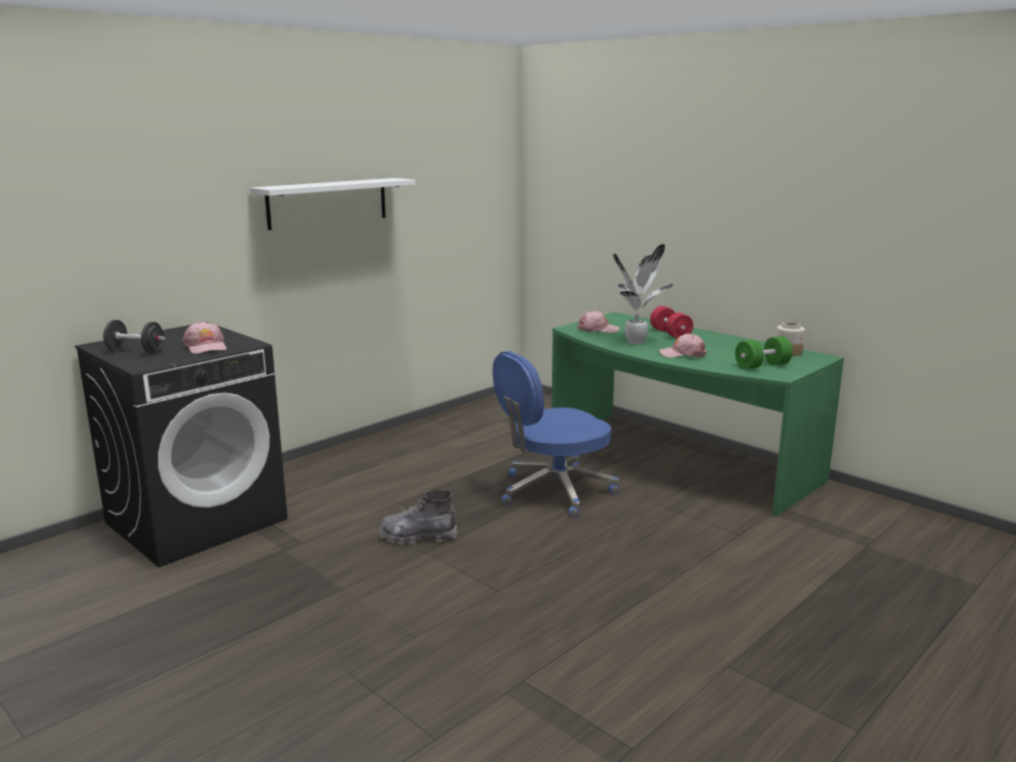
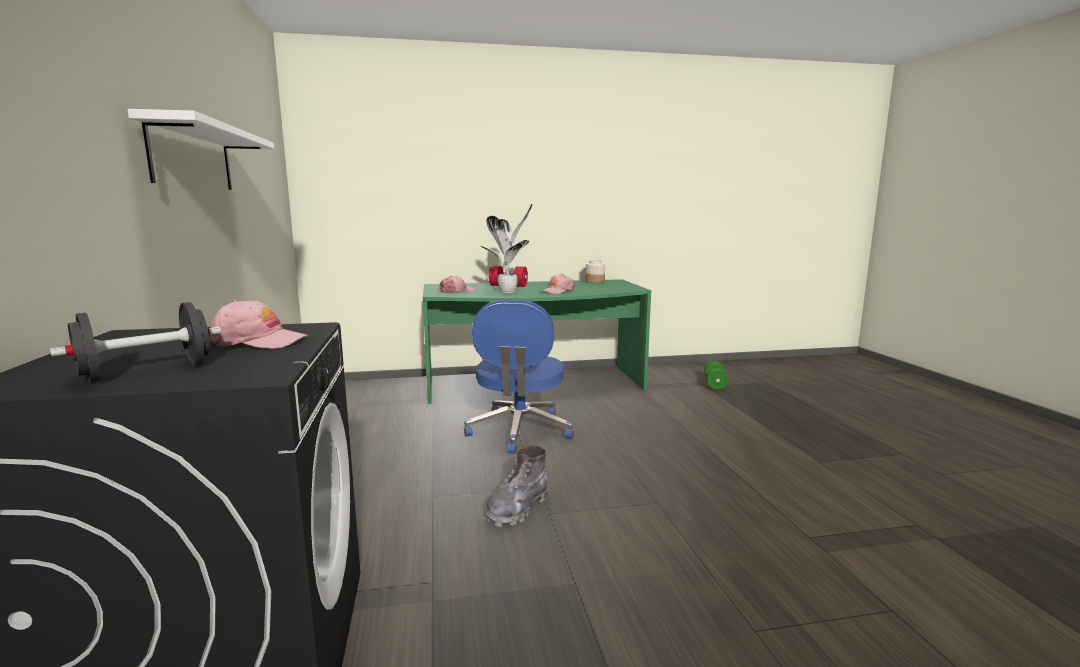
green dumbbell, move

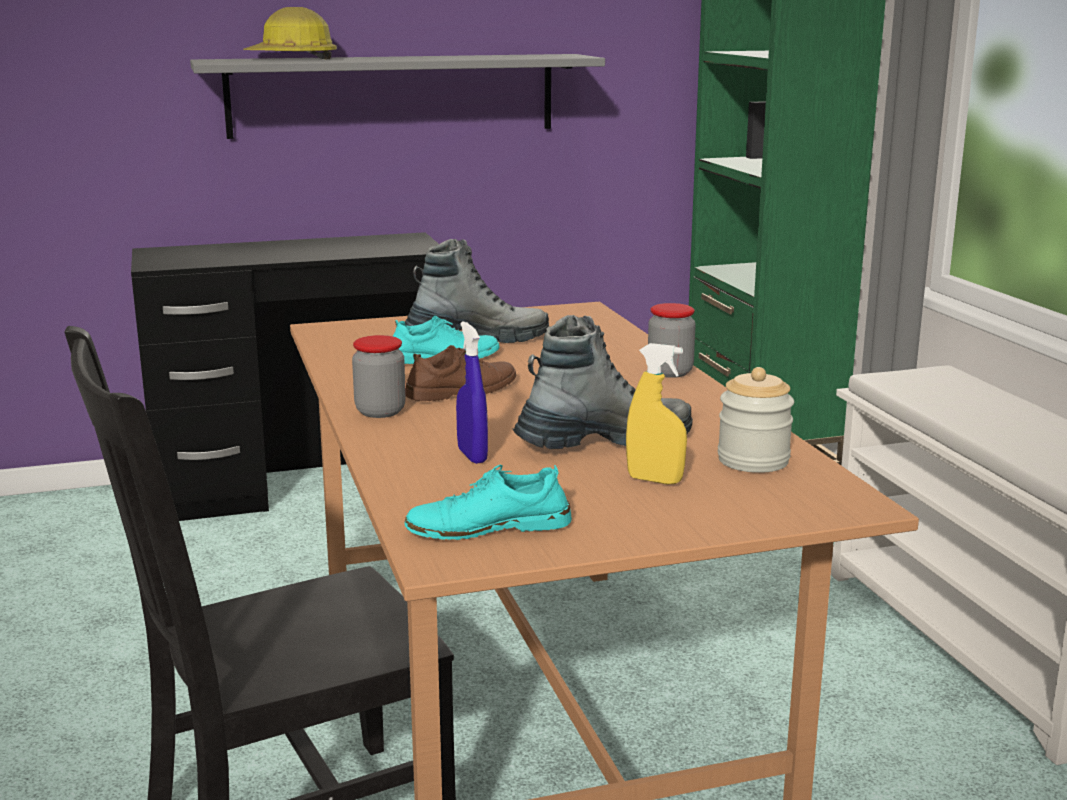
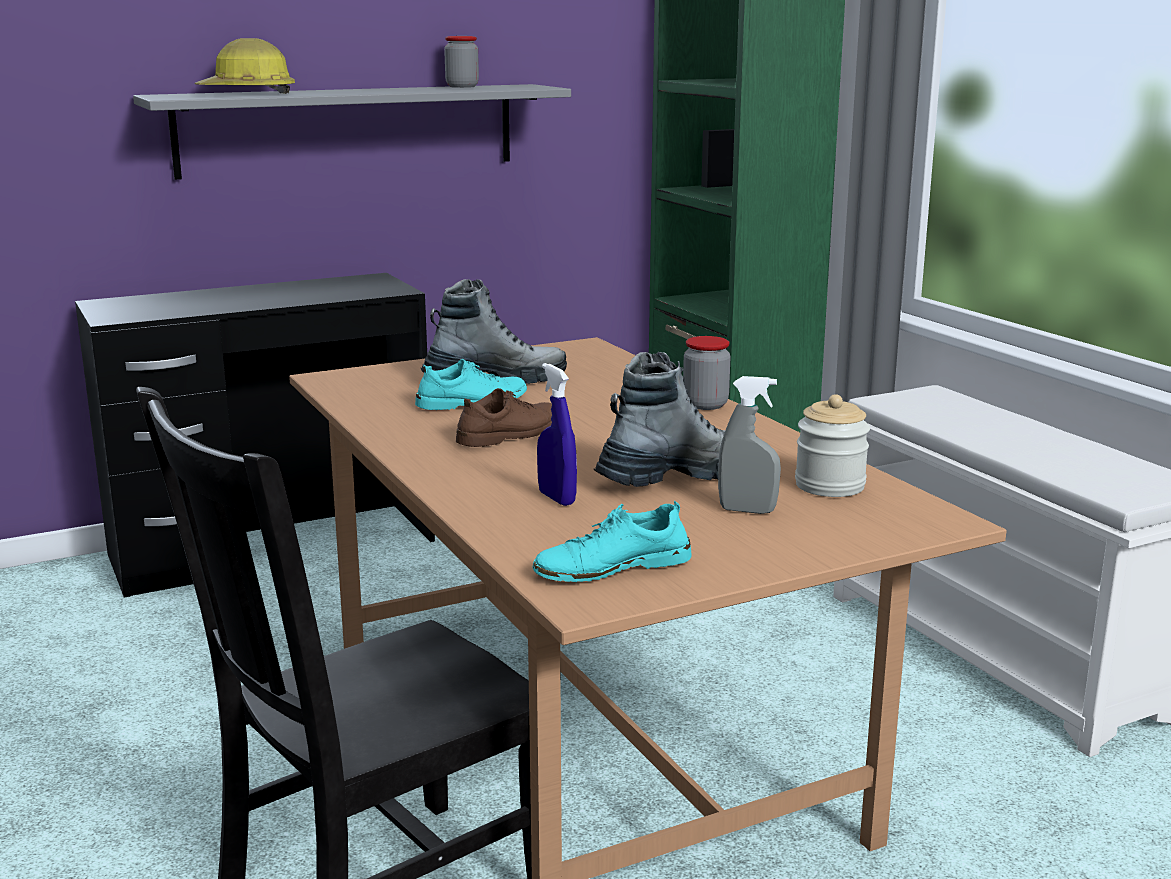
jar (1st from left), move
yellow spray bottle => grey spray bottle

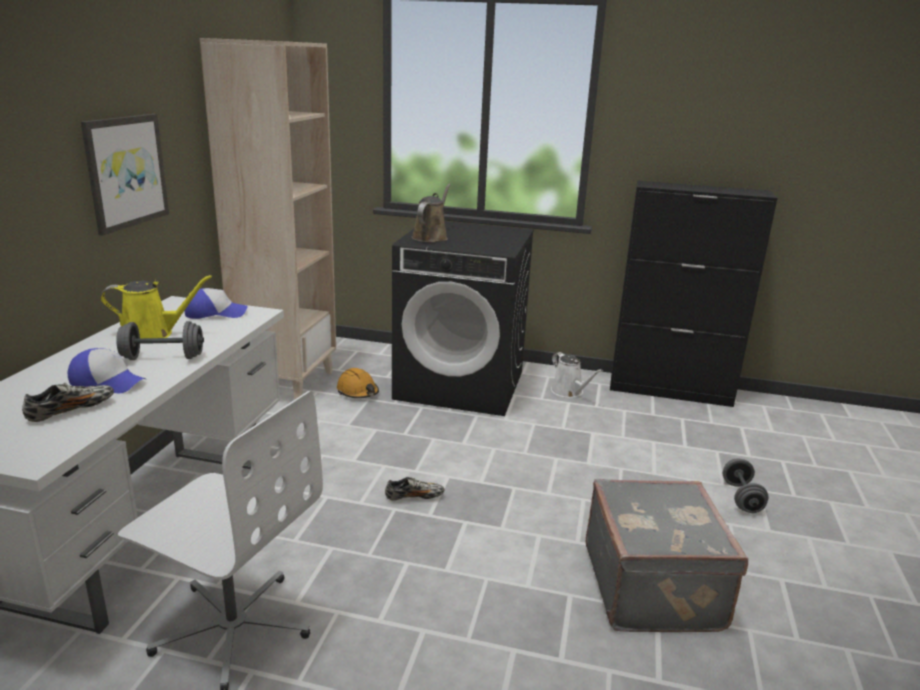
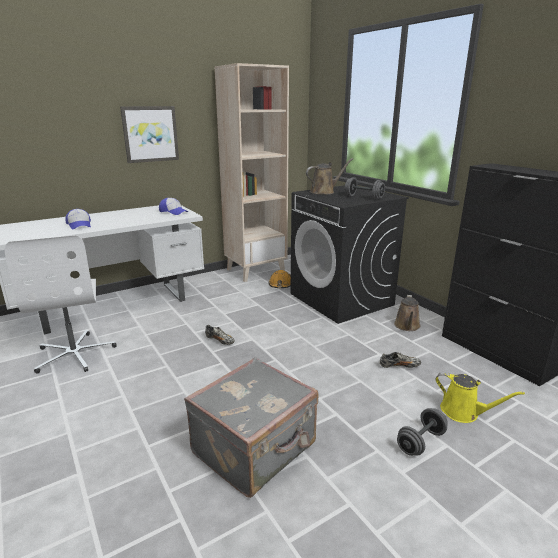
yellow watering can, move
grey dumbbell (1st from left), move
white watering can => brown watering can (2nd from left)
shoe (1st from left in the first image) => shoe (2nd from left), move

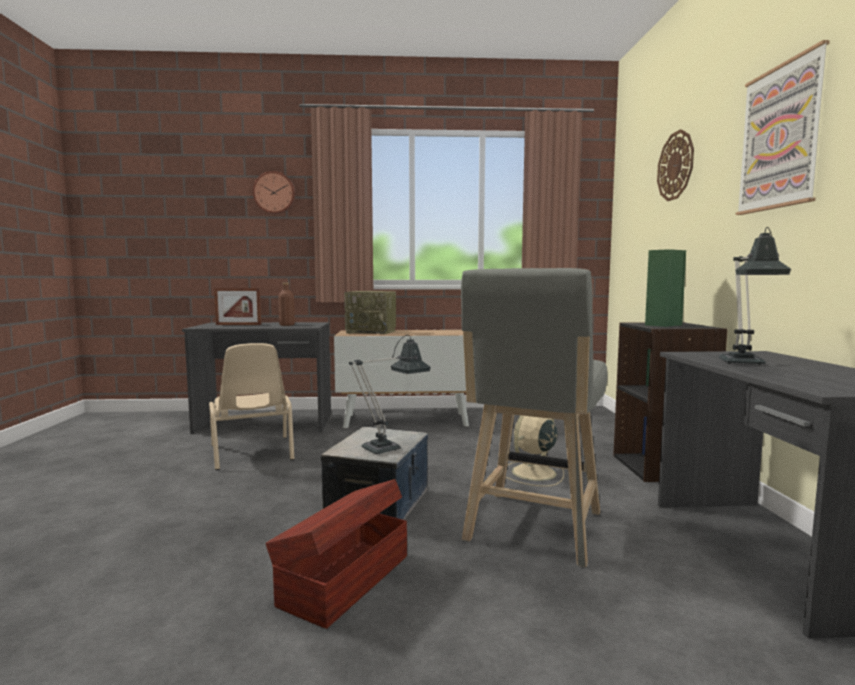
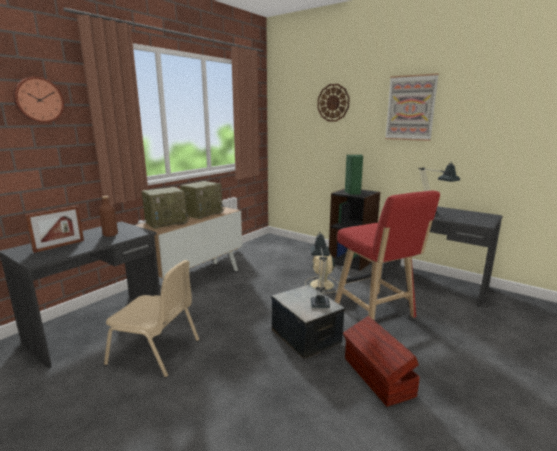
grey stool => red stool
nothing => radio (2nd from left)

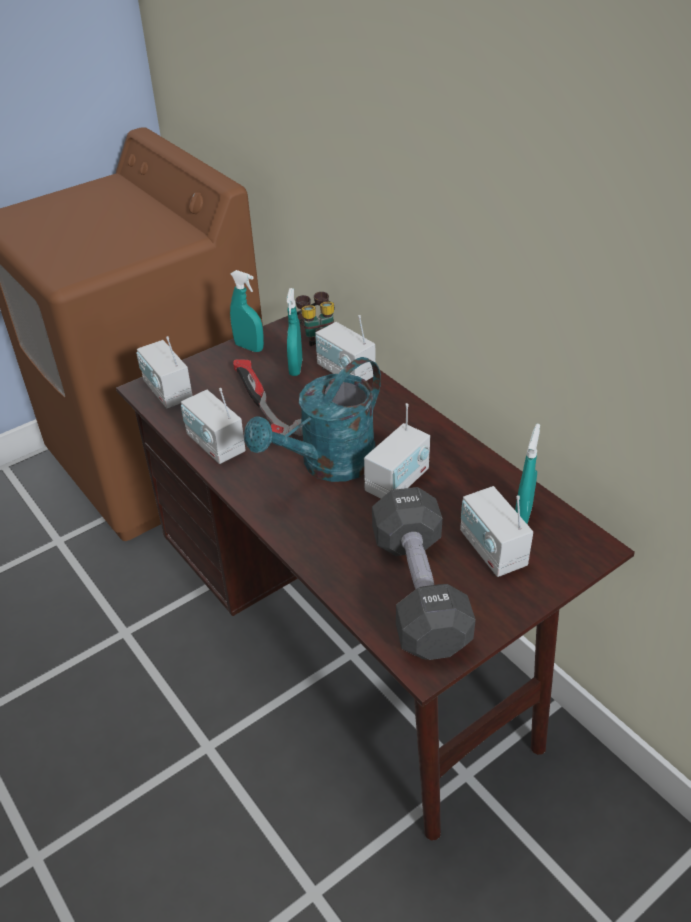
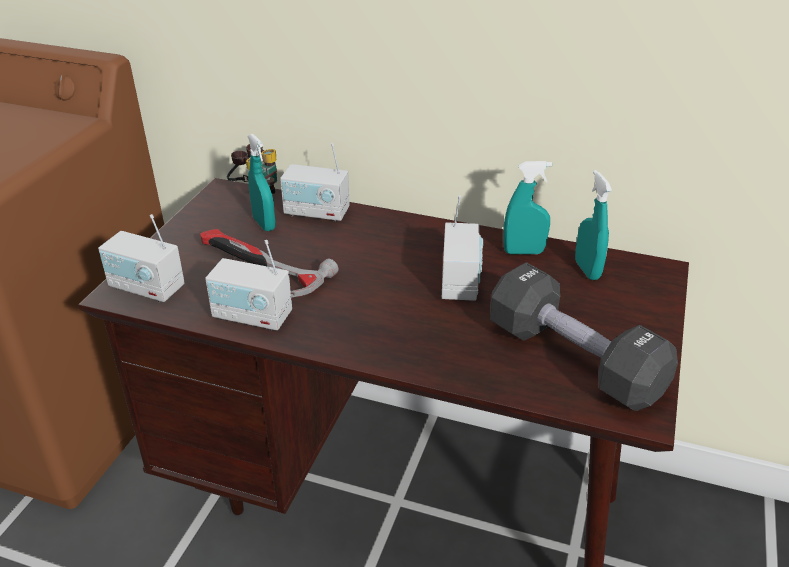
turquoise spray bottle (1st from left in the first image) => turquoise spray bottle (2nd from left), move
turquoise watering can => nothing
radio (5th from left) => nothing

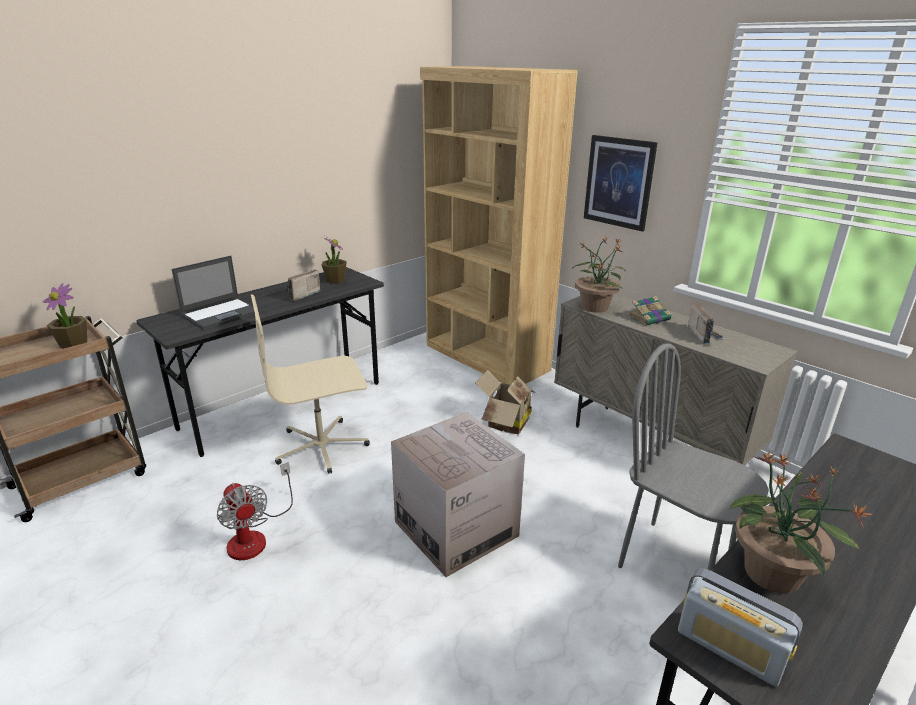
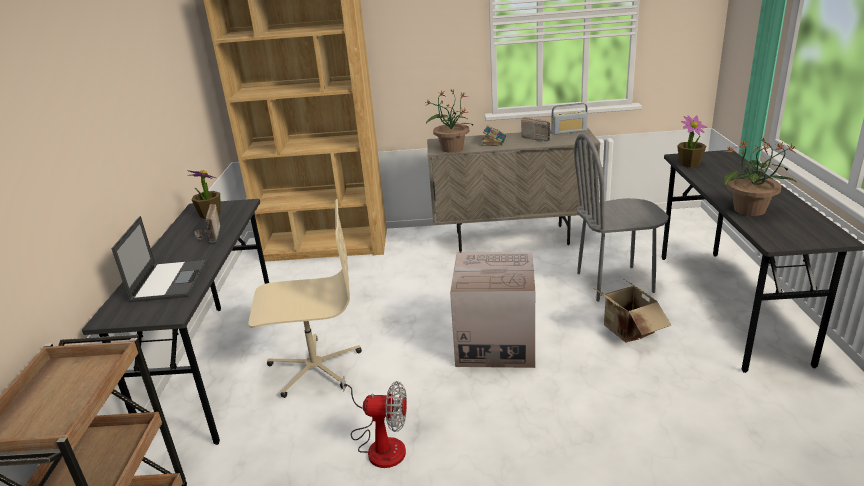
picture => nothing
potted plant (1st from left in the first image) => potted plant (3rd from left), move
beige office chair, 120 degrees counterclockwise
cardboard box (2nd from left), move
radio (3rd from left), move

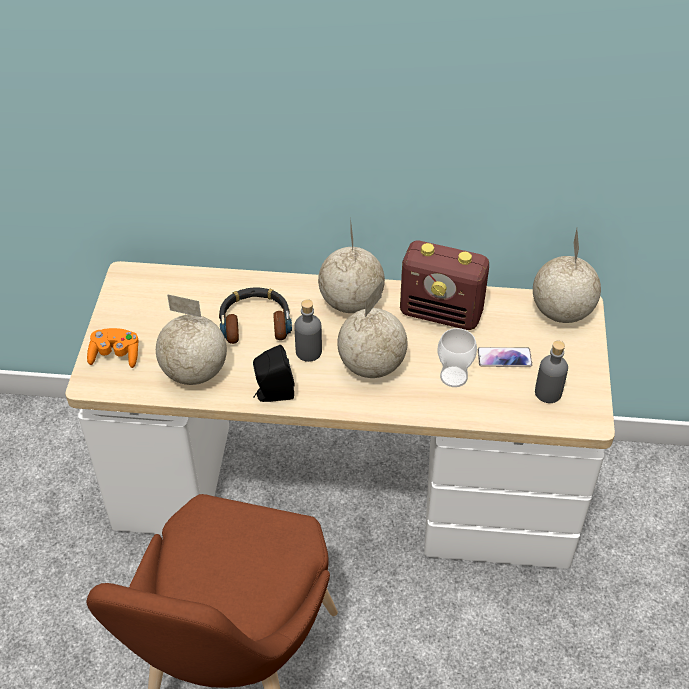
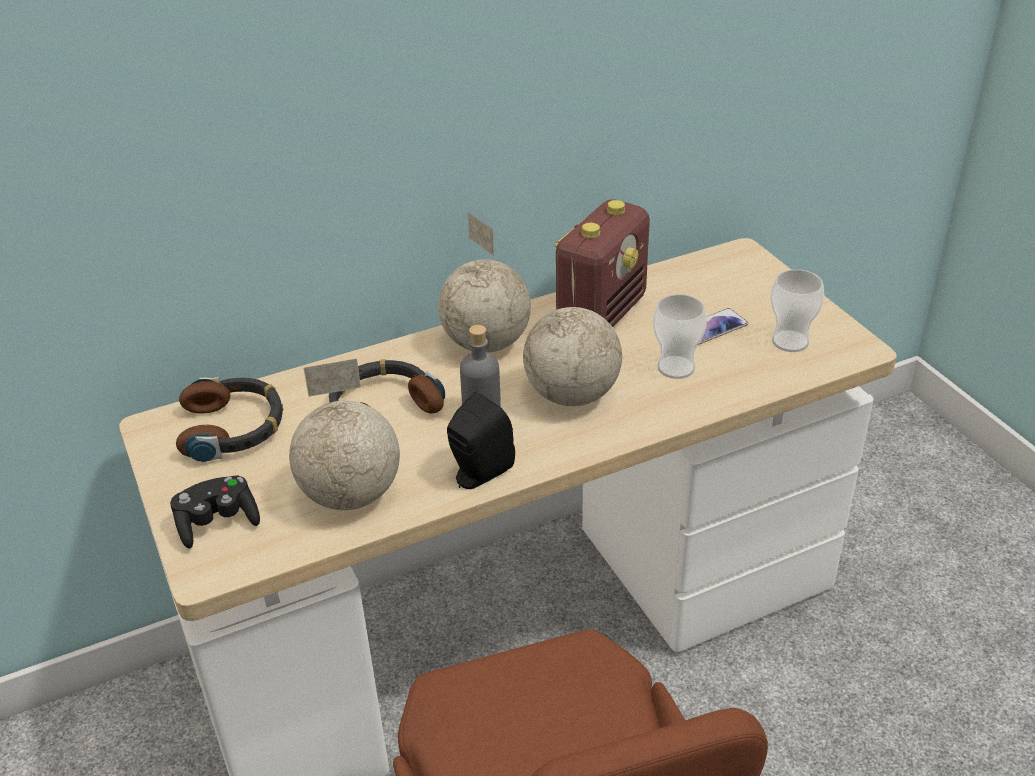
globe (4th from left) => nothing
radio, 45 degrees counterclockwise
orange game controller => black game controller
grey bottle (2nd from left) => cup (2nd from left)
nothing => headphones (1st from left)

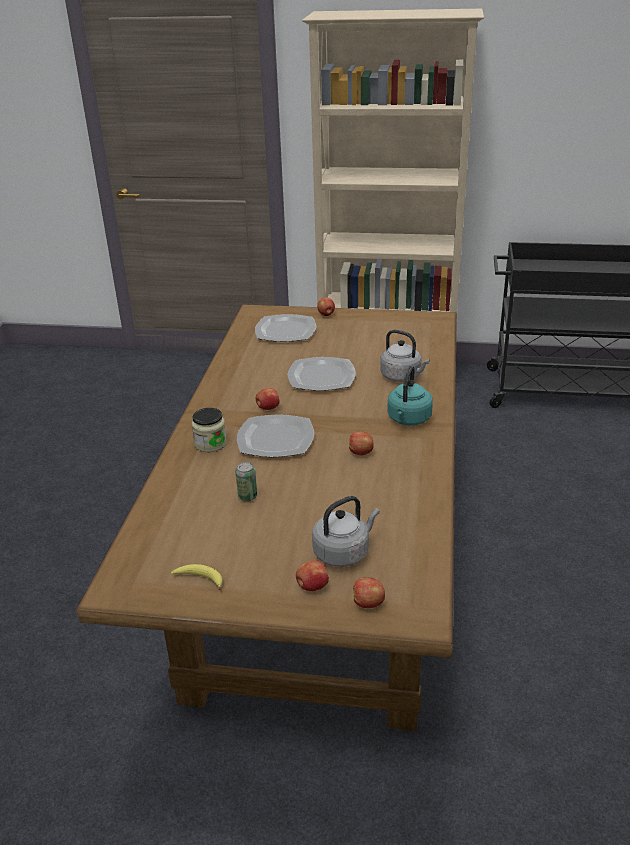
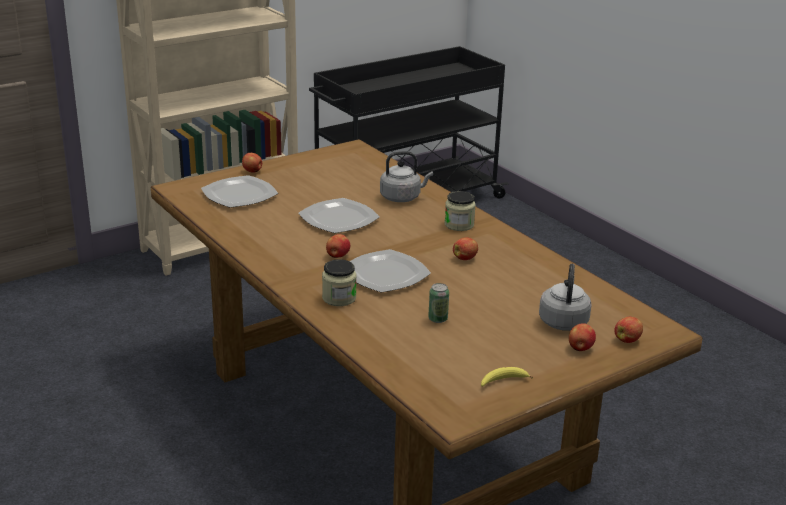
turquoise kettle => jar (2nd from left)

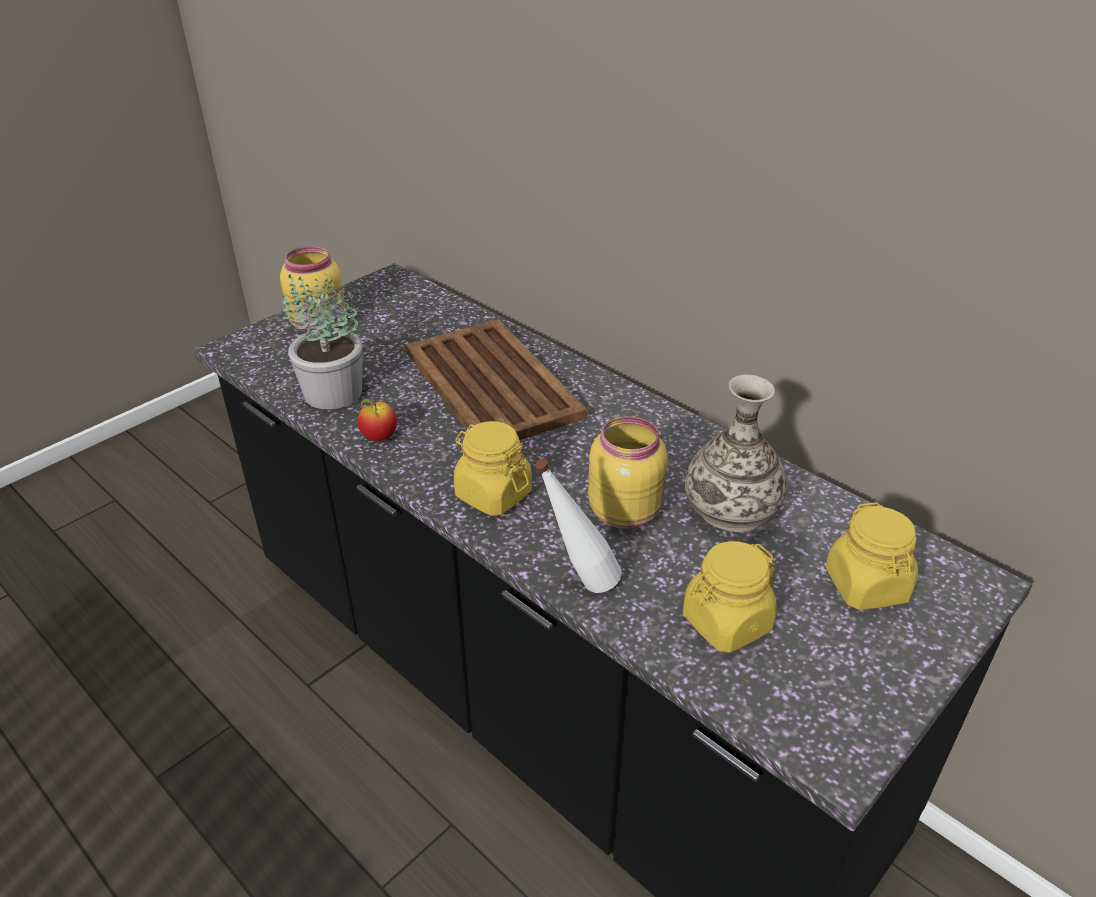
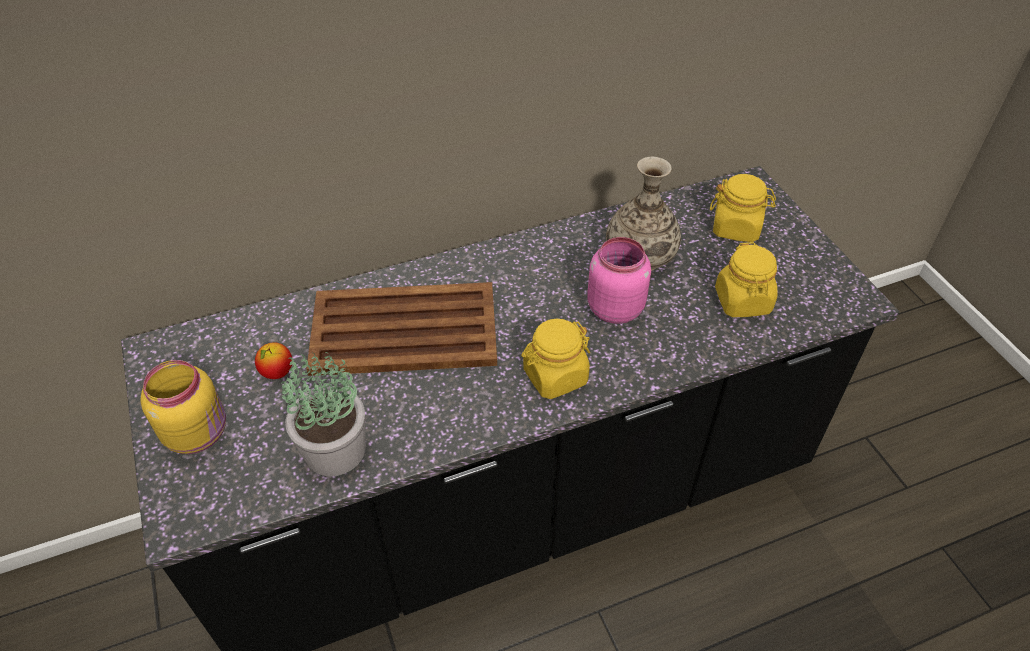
apple, move
yellow jar (3rd from left) => pink jar
white bottle => nothing

